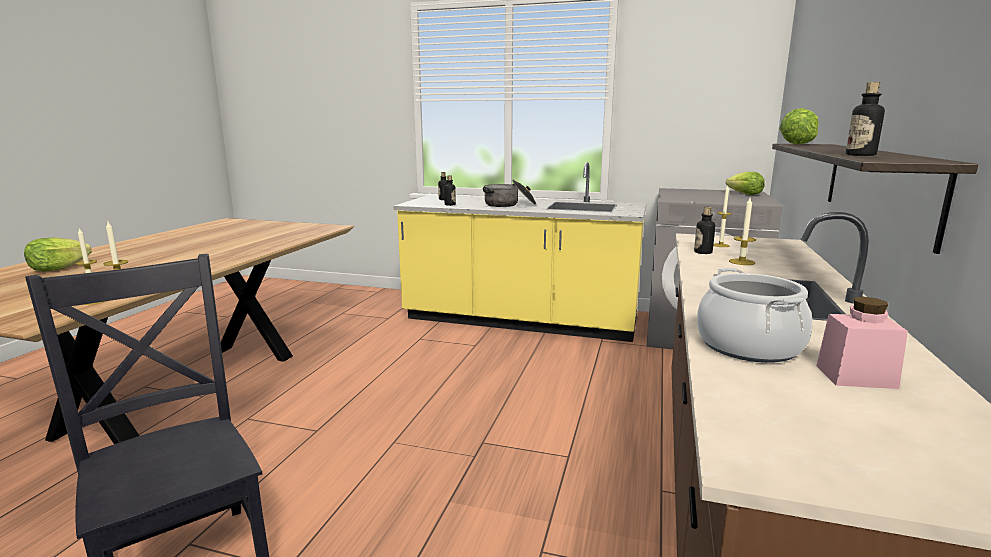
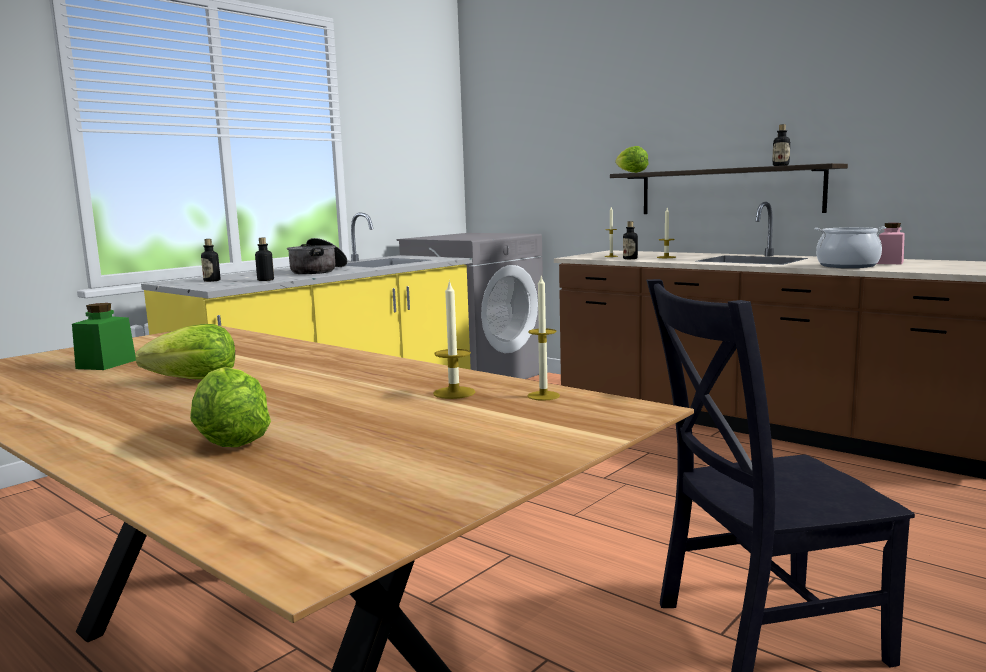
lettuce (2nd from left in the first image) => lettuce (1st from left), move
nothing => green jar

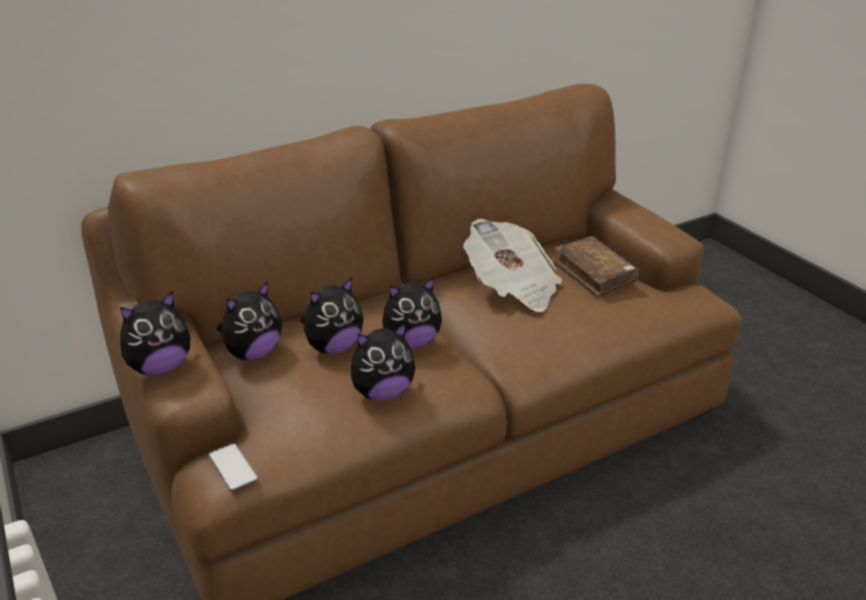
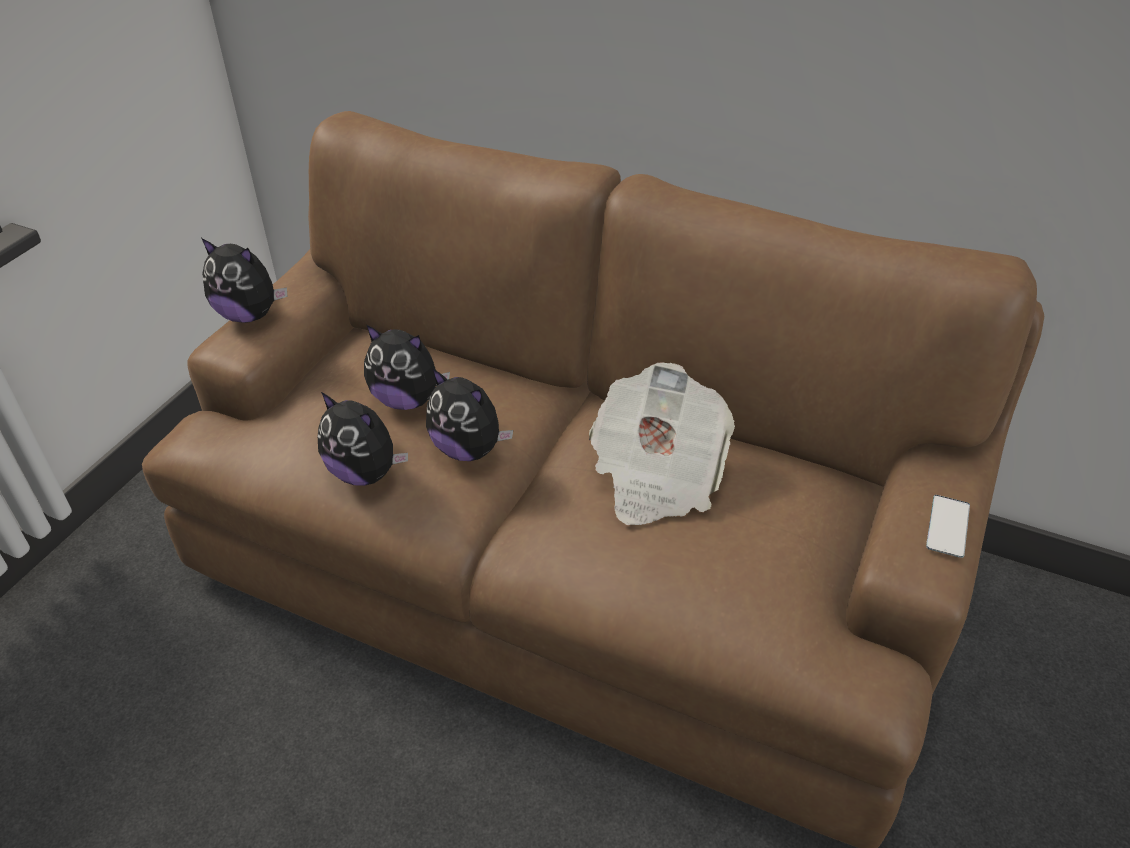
brown book => nothing
plush toy (2nd from left) => nothing
phone, move

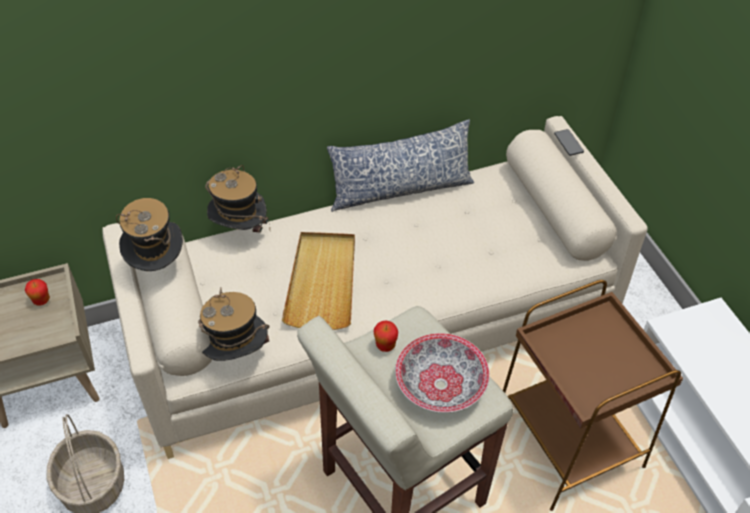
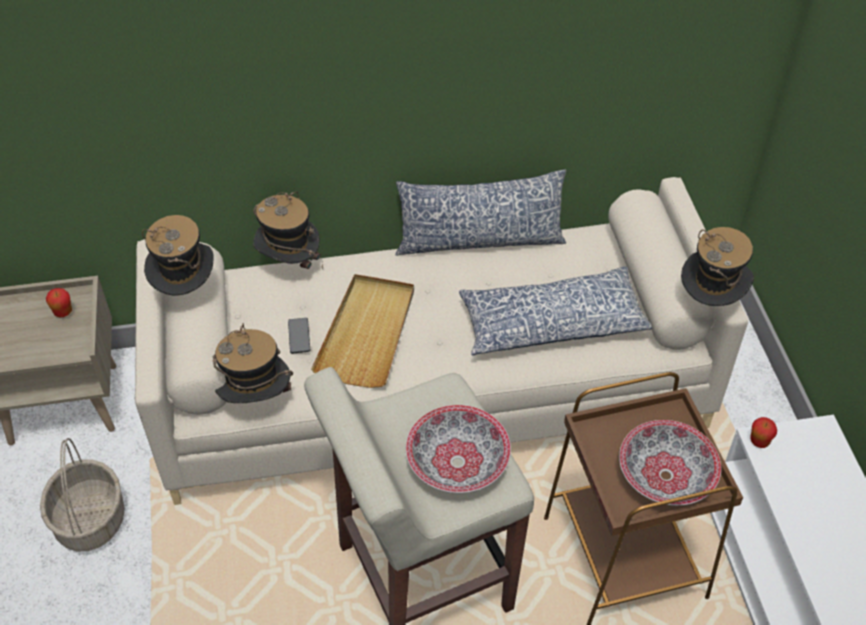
phone, move
apple (2nd from left), move
nothing => hat (4th from left)
nothing => pillow (2nd from left)
nothing => bowl (2nd from left)

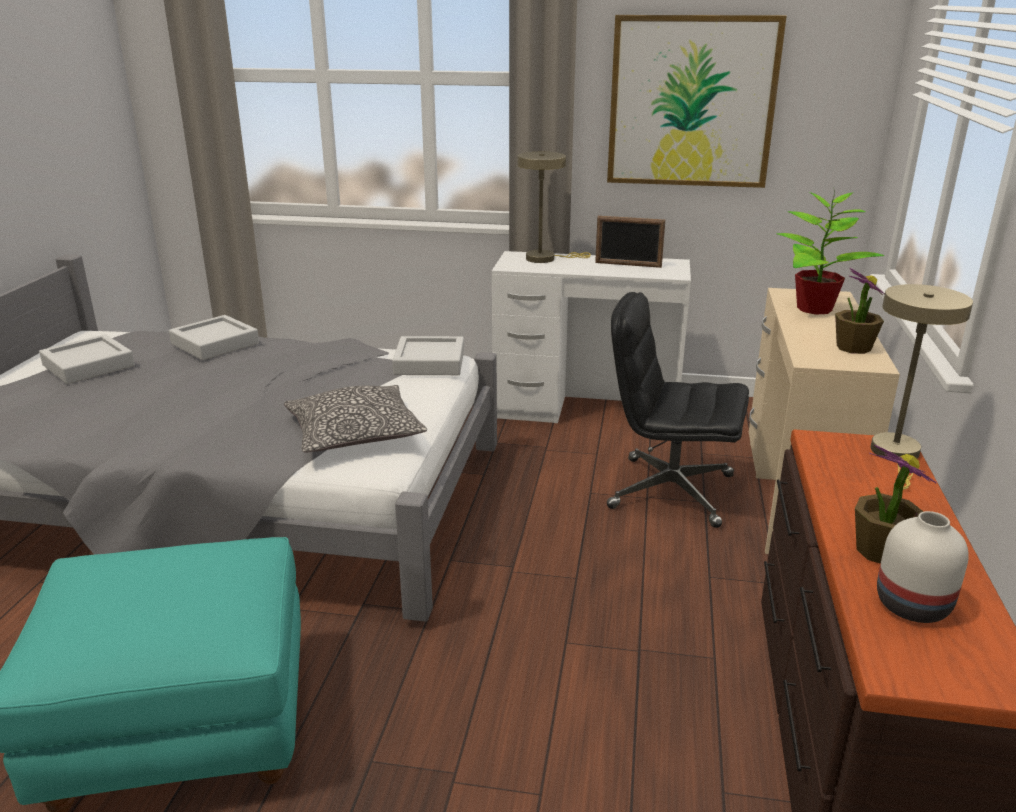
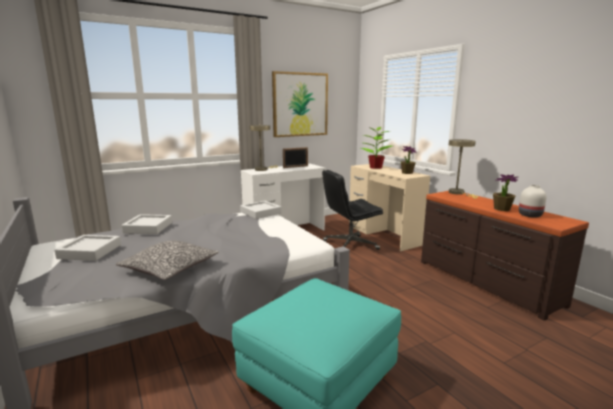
pillow, move

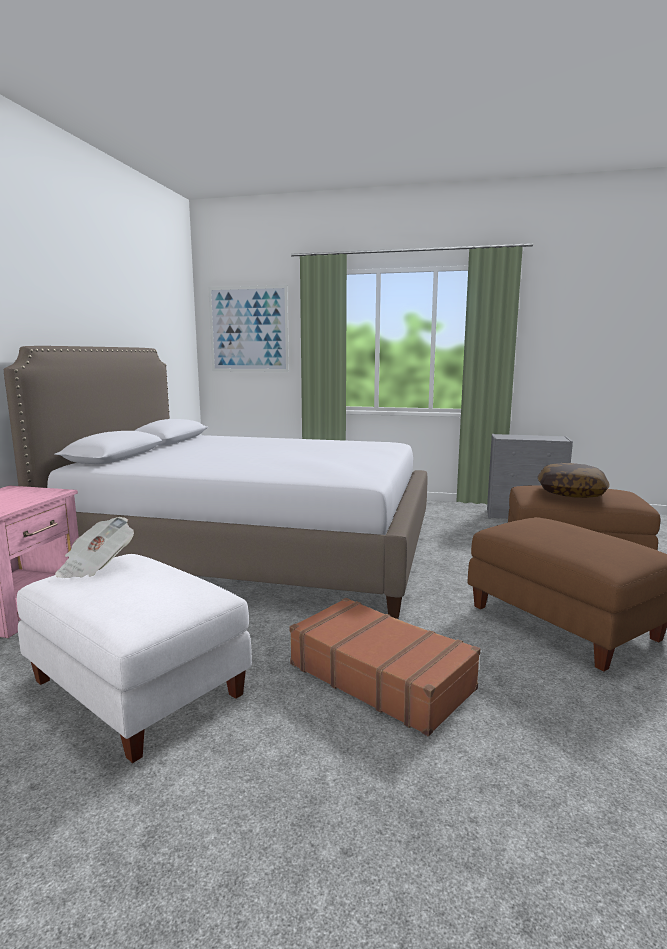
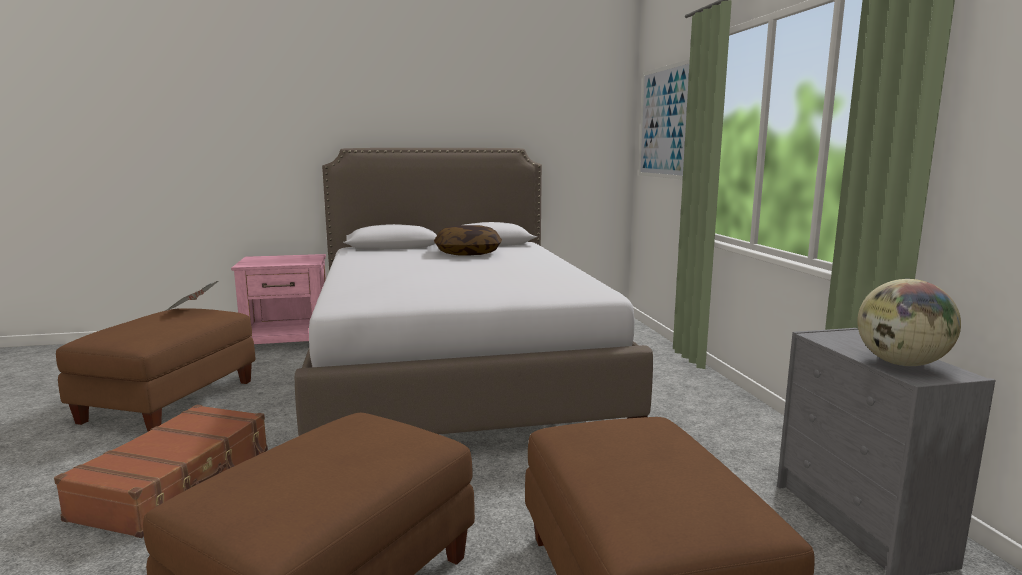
pillow, move
white ottoman => brown ottoman (1st from left)
nothing => globe

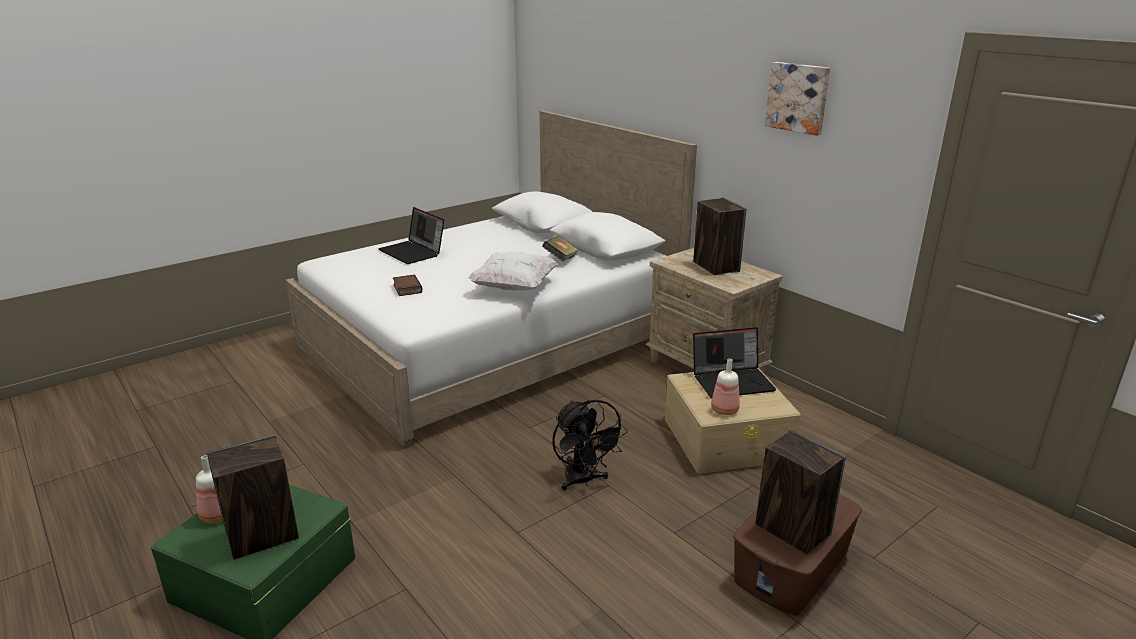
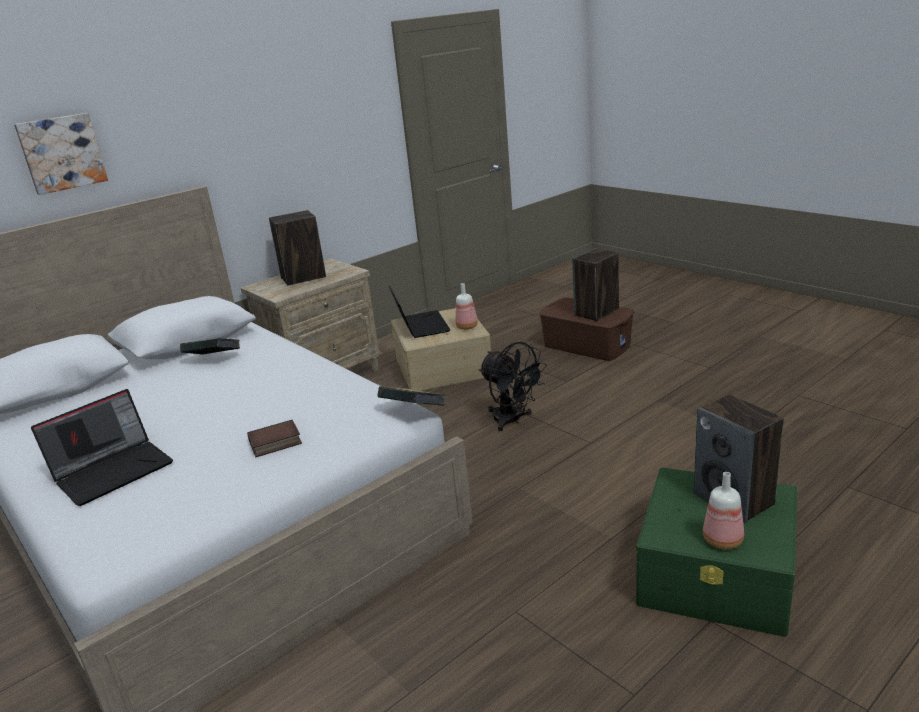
picture, move
white pillow => nothing
black fan, 75 degrees clockwise
nothing => book (3rd from left)

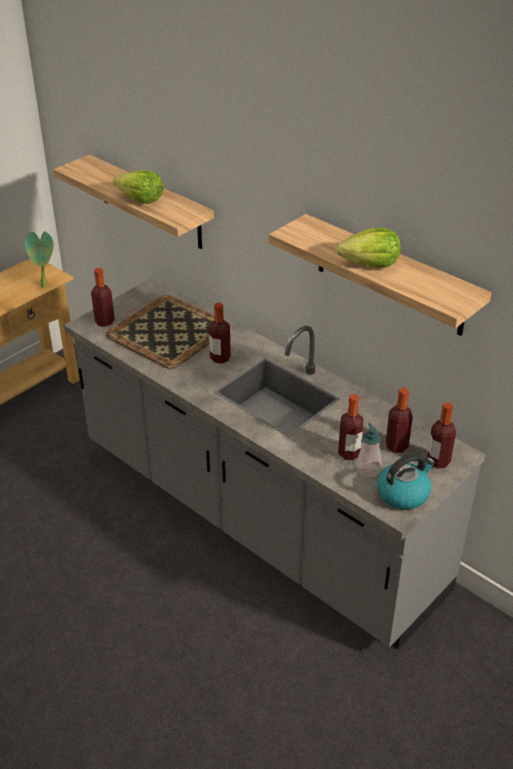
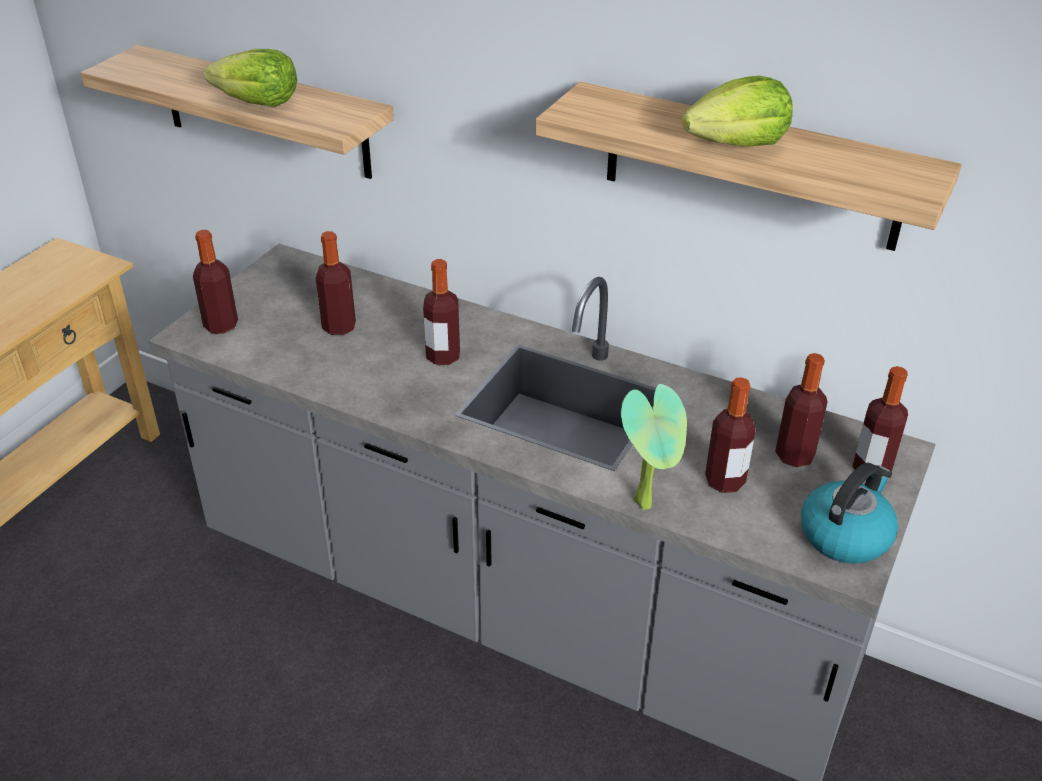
potted plant, move
tray => bottle (2nd from left)
soap dispenser => nothing

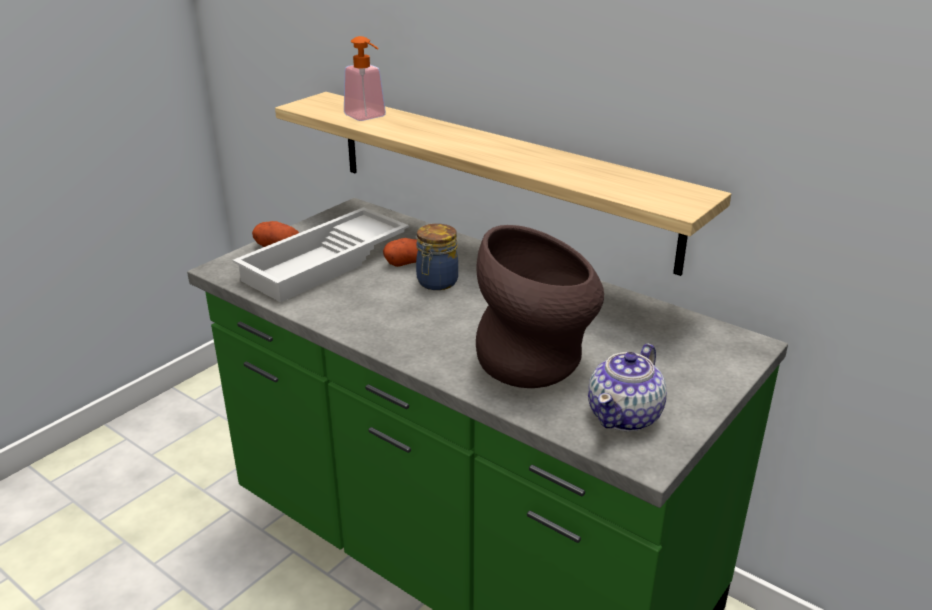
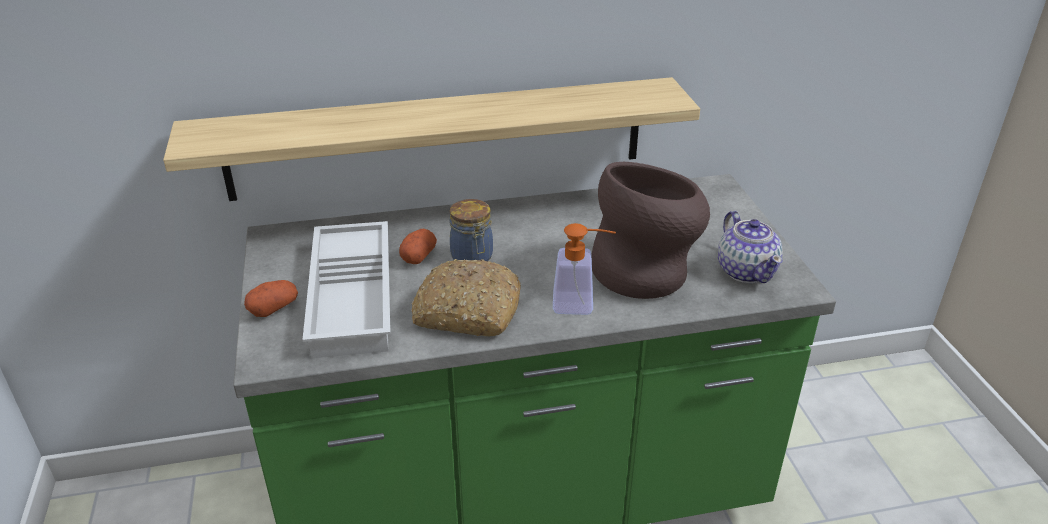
soap dispenser, move
nothing => bread

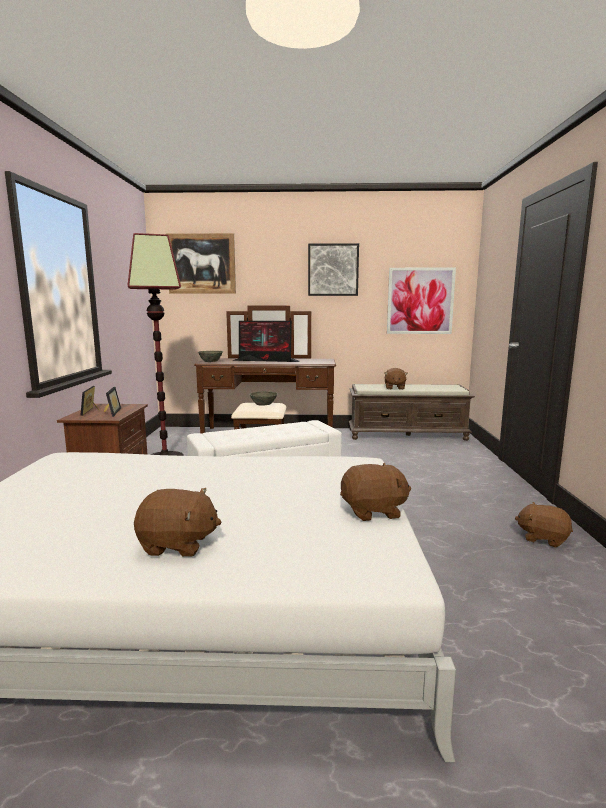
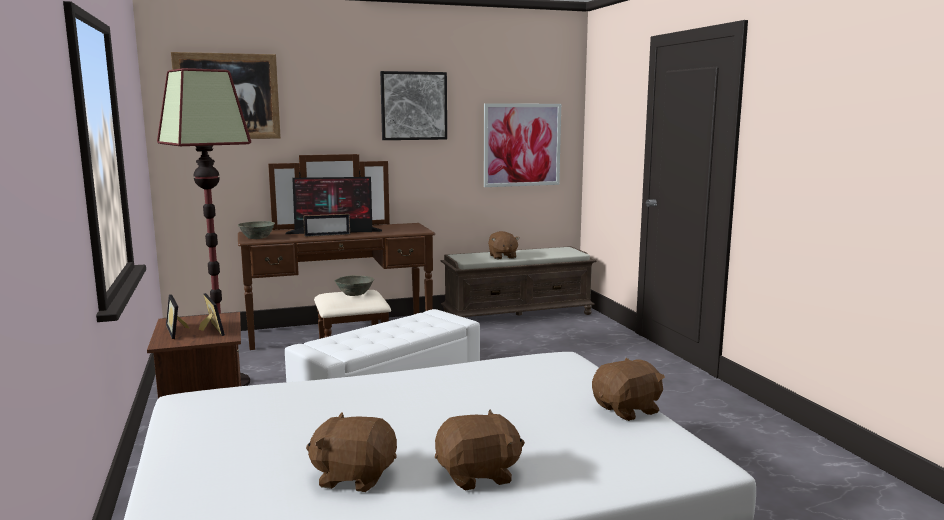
brown plush toy (4th from left in the first image) => brown plush toy (1st from left), move
nothing => picture frame (3rd from left)

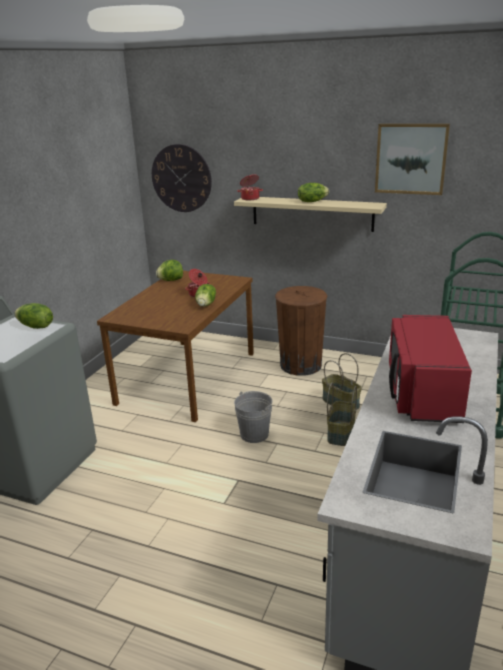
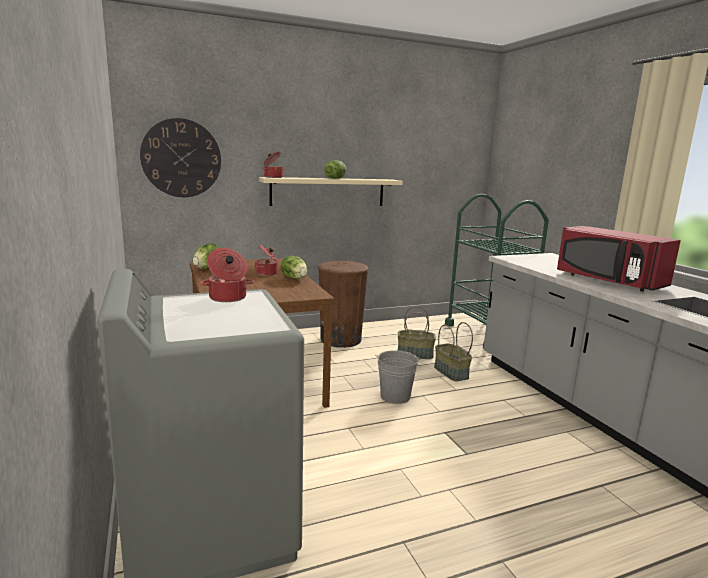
picture => nothing
lettuce (1st from left) => cooking pot (1st from left)

